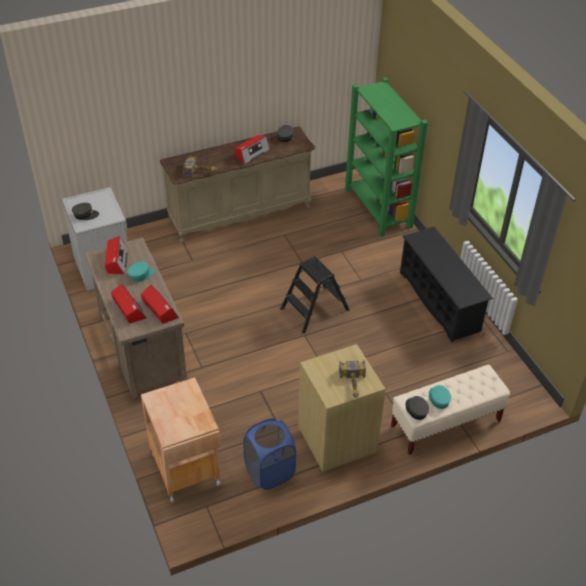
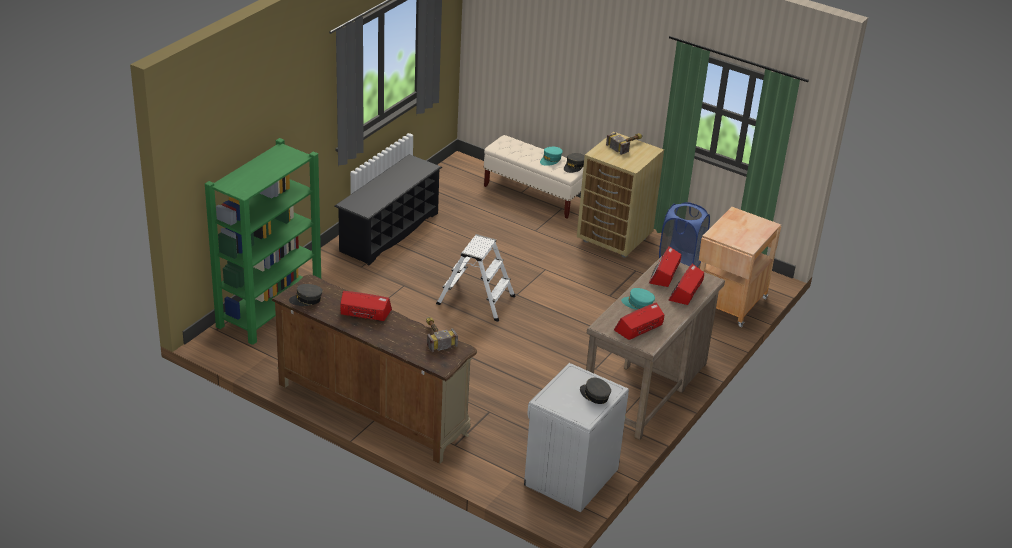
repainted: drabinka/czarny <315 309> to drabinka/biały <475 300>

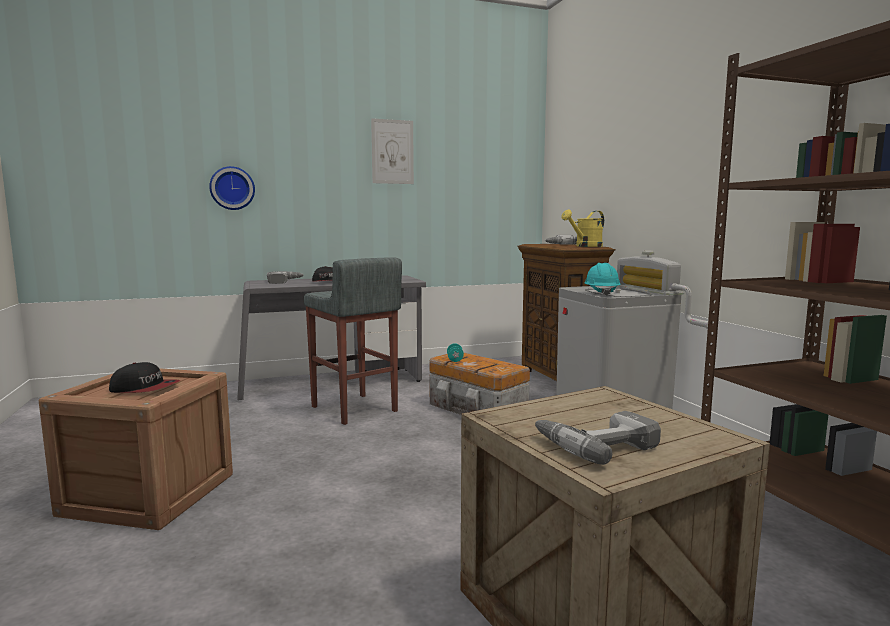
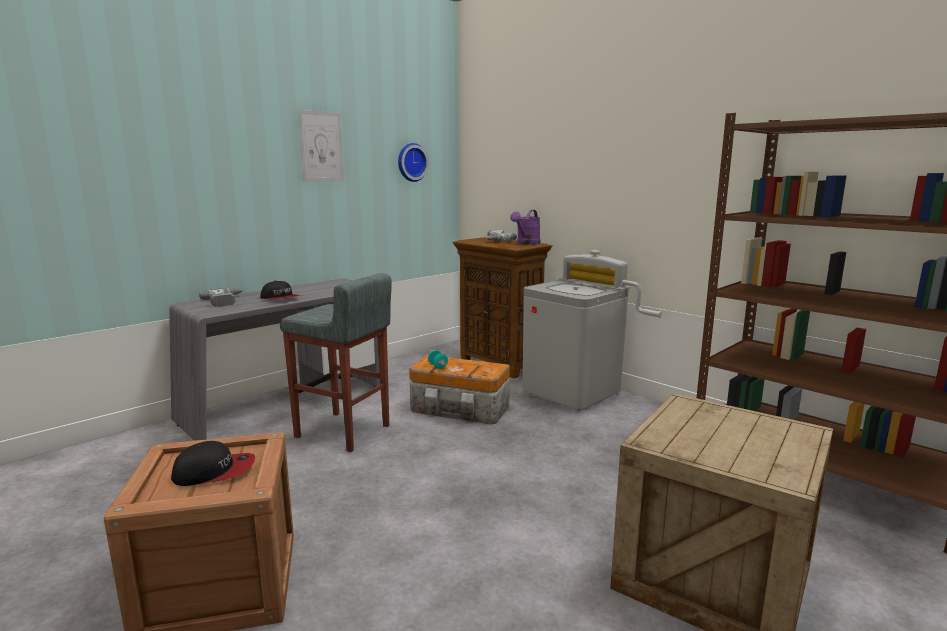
gone: wiertarka <595 444>; kask/turkusowy <601 293>
shifted: zegar ścienny <232 188> to <411 162>
repainted: konewka/żółty <585 246> to konewka/fioletowy <526 243>

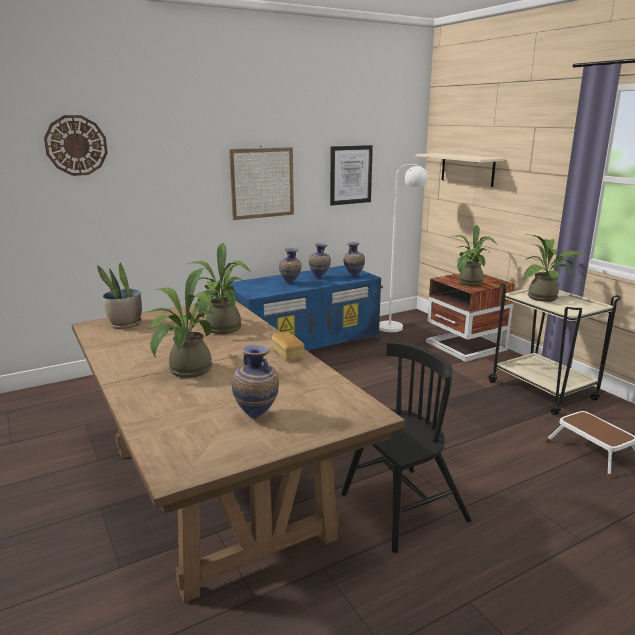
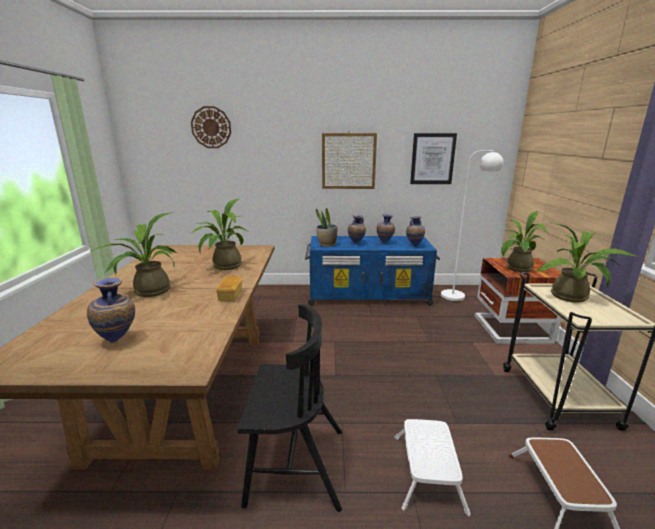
gone: półka/beżowy <467 169>
new: drabinka/biały <427 471>
shifted: roślina doniczkowa <125 324> to <327 244>

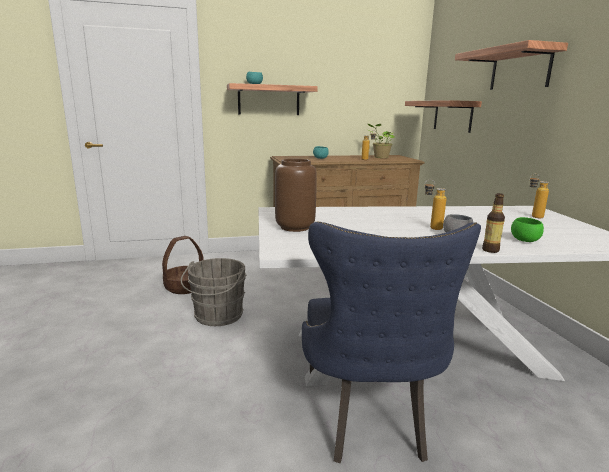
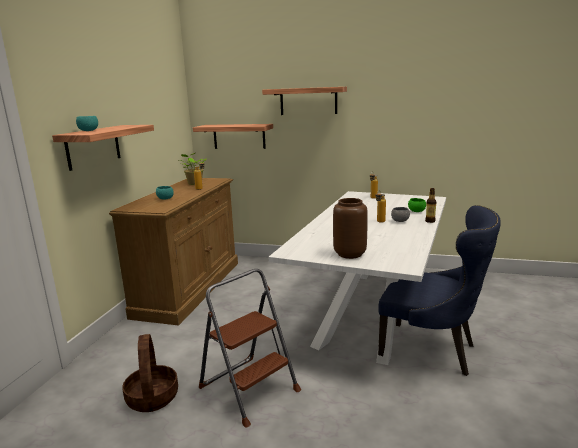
swapped: wiadro/szary <217 316> to drabinka/brązowy <247 386>

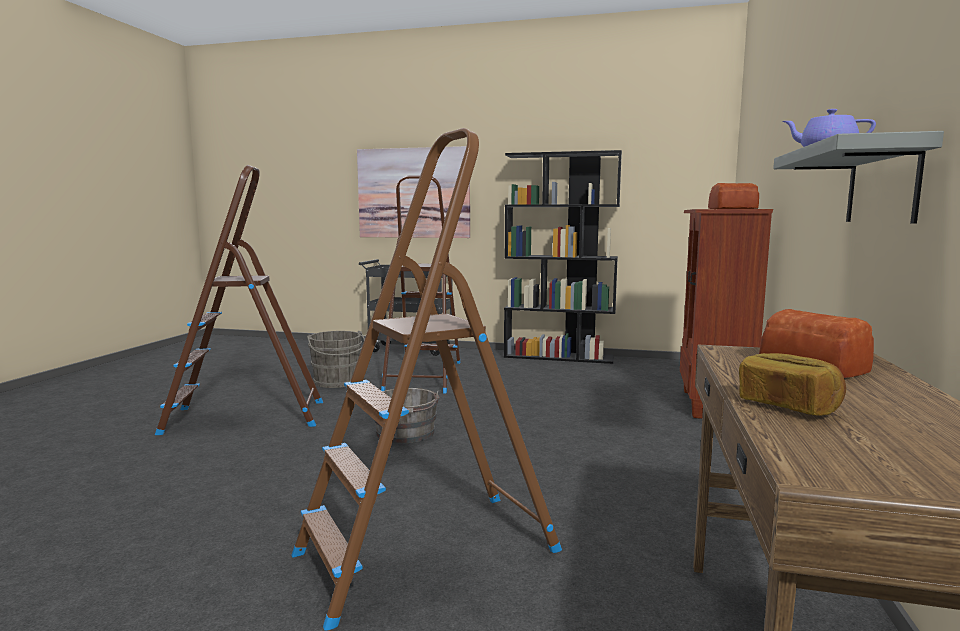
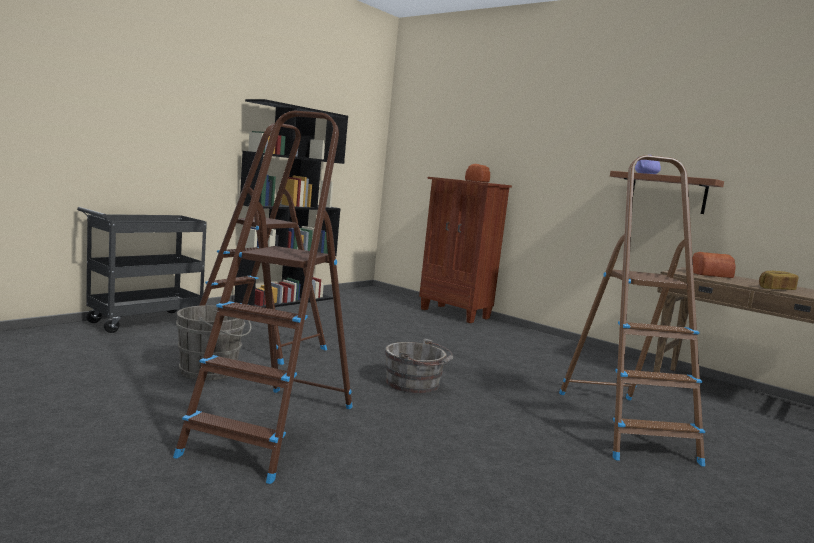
gone: obraz <413 193>
repainted: półka/szary <882 184> to półka/brązowy <667 193>

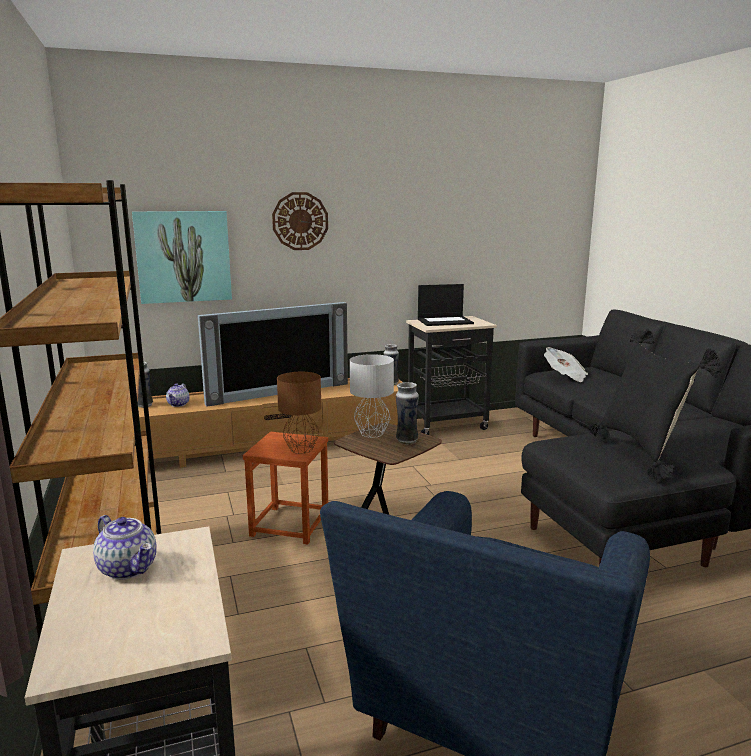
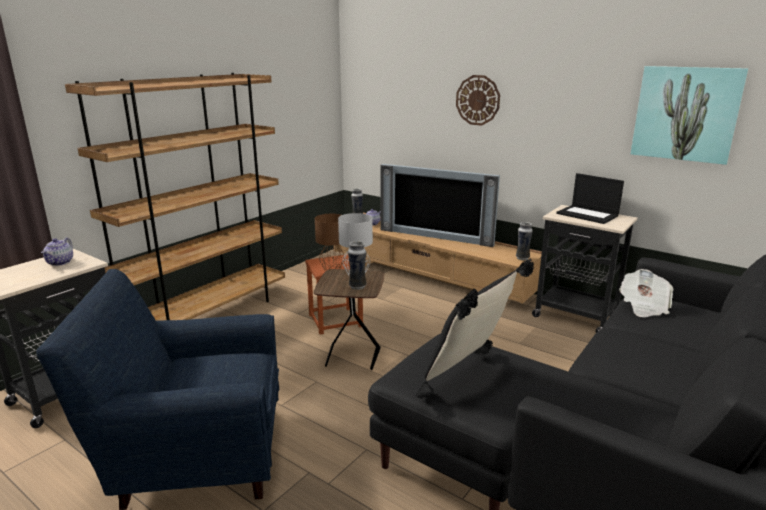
shifted: obraz <183 256> to <685 114>

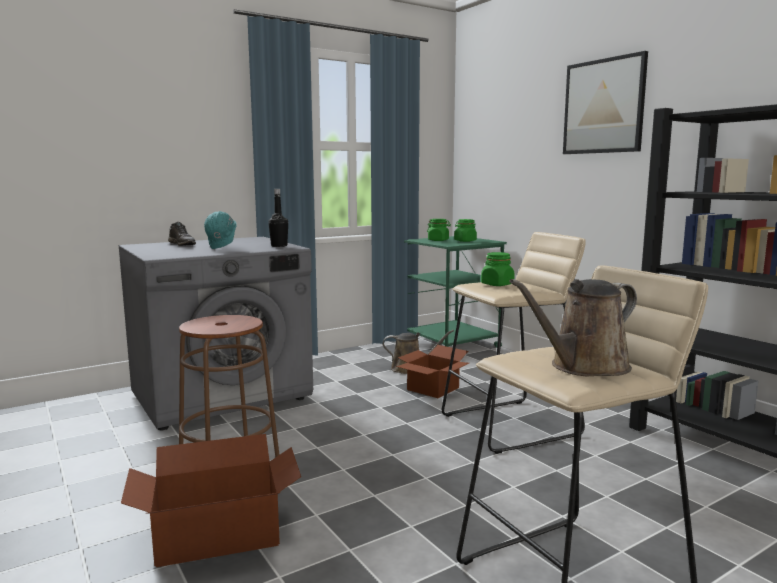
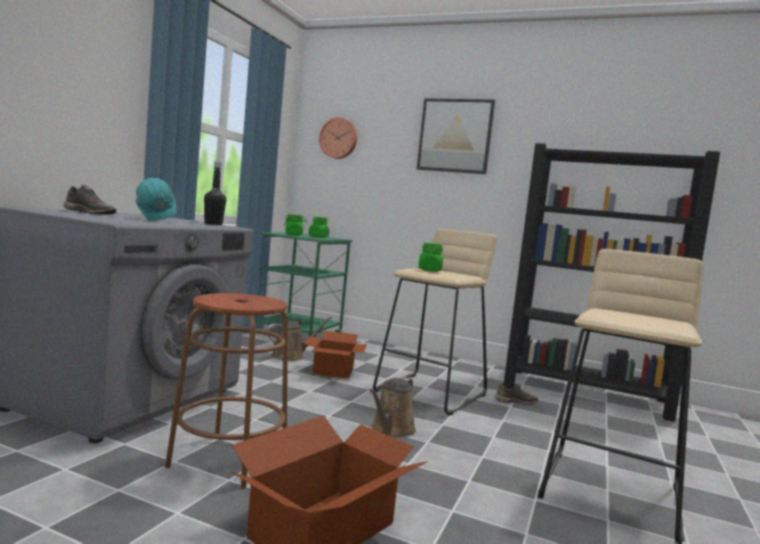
new: zegar ścienny <339 138>; but/szary <515 401>
shifted: konewka/brązowy <584 367> to <391 430>

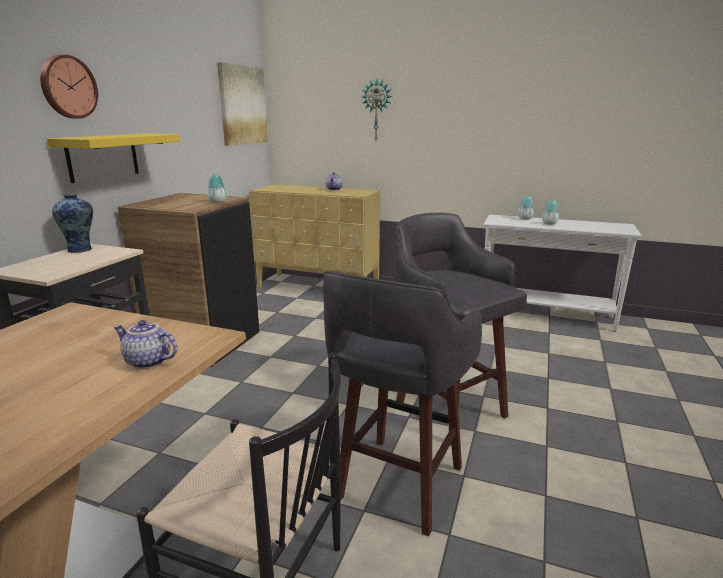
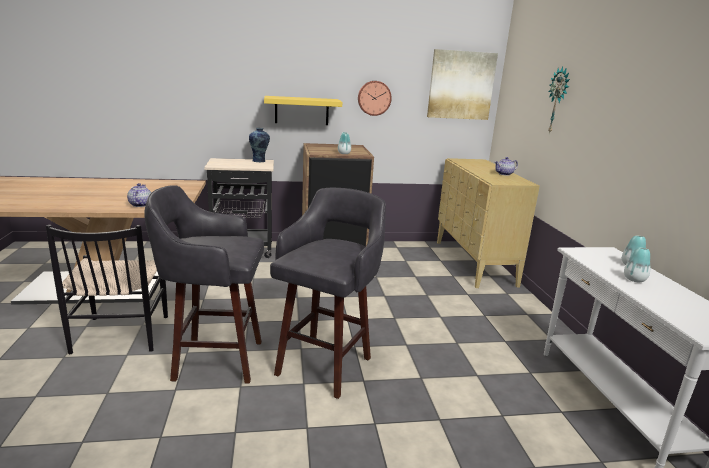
shifted: zegar ścienny <67 87> to <374 98>

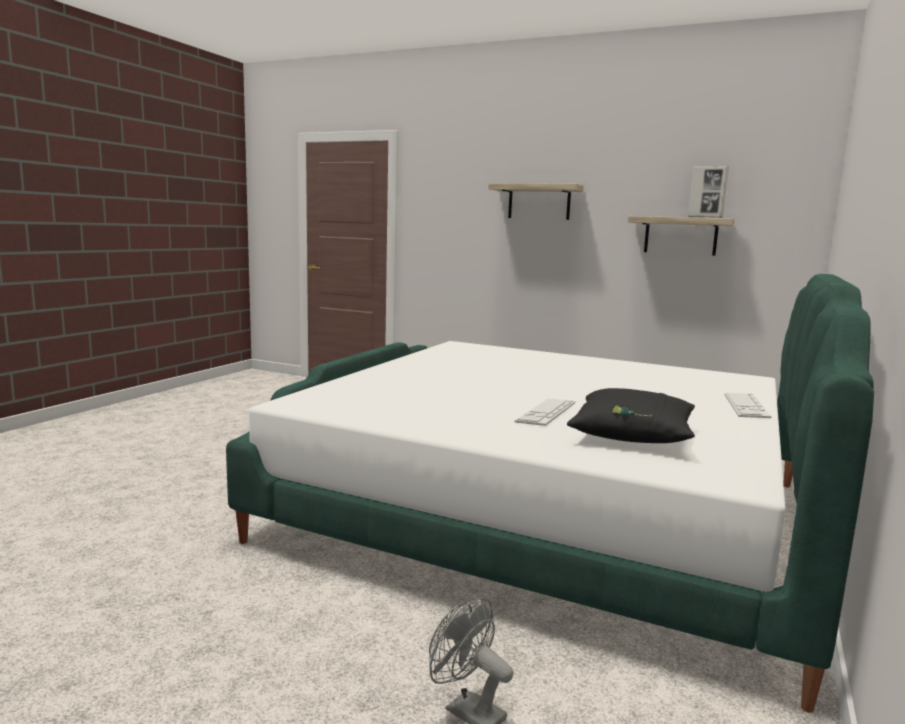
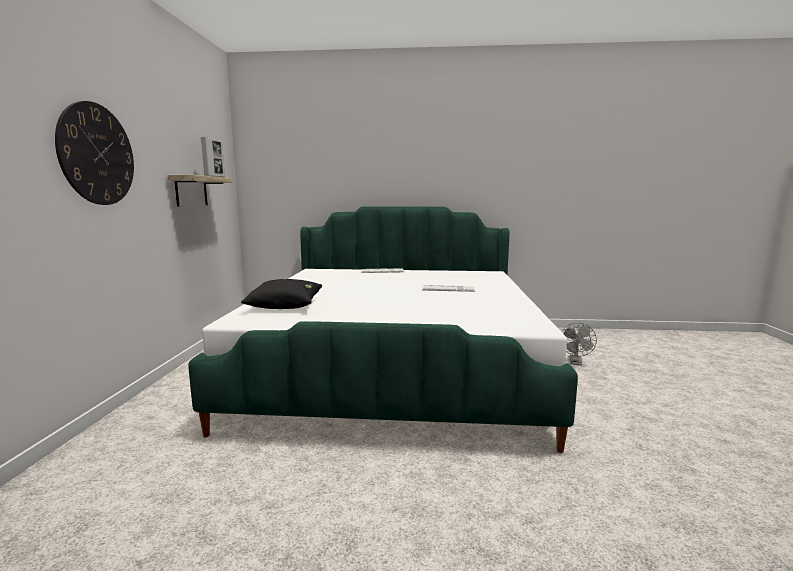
shifted: poduszka/czarny <631 436> to <285 306>
swapped: półka <539 202> to zegar ścienny <97 154>

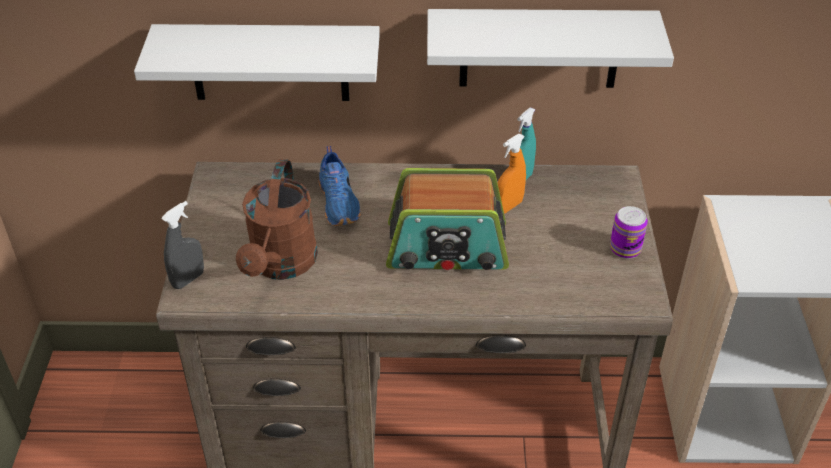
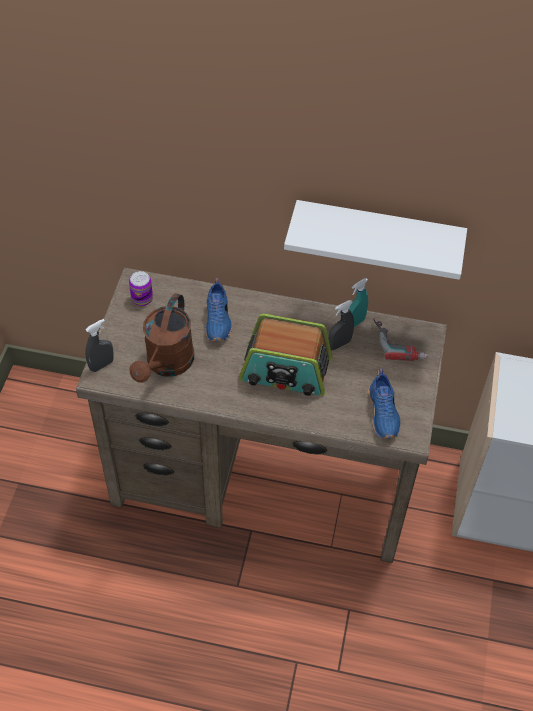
gone: półka/biały <269 62>
new: but/niebieski <384 413>; wiertarka <399 341>
shifted: puszka <625 249> to <142 298>
repainted: spryskiwacz/pomarańczowy <508 206> to spryskiwacz/szary <339 344>

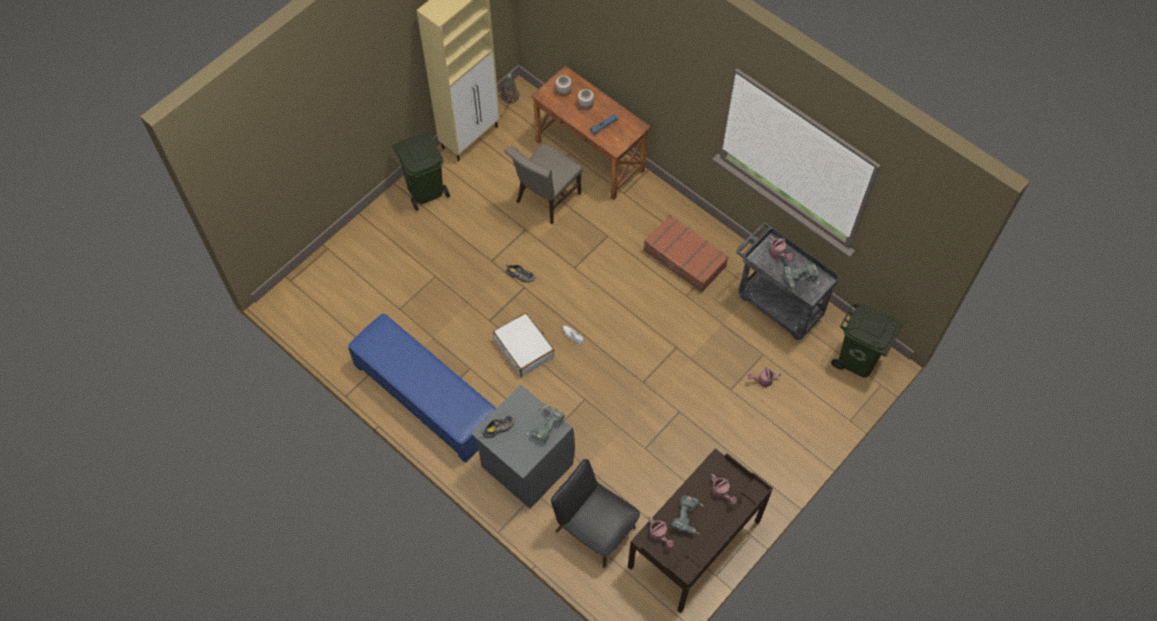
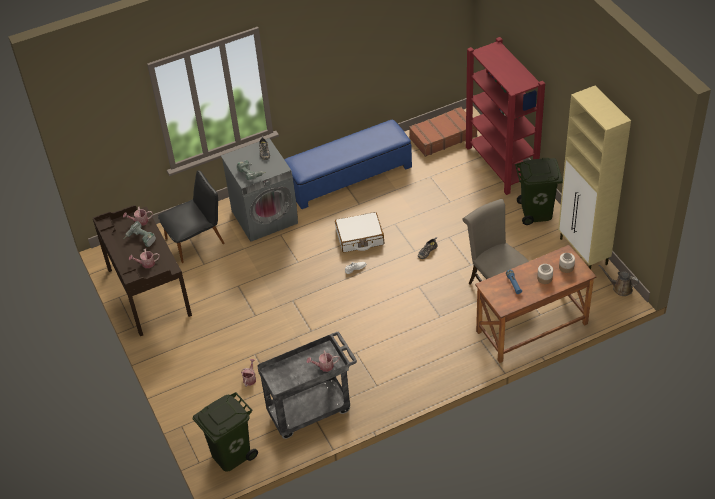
gone: wiertarka <800 280>
new: regał/czerwony <501 164>
shifted: walizka/brązowy <684 259> to <442 137>

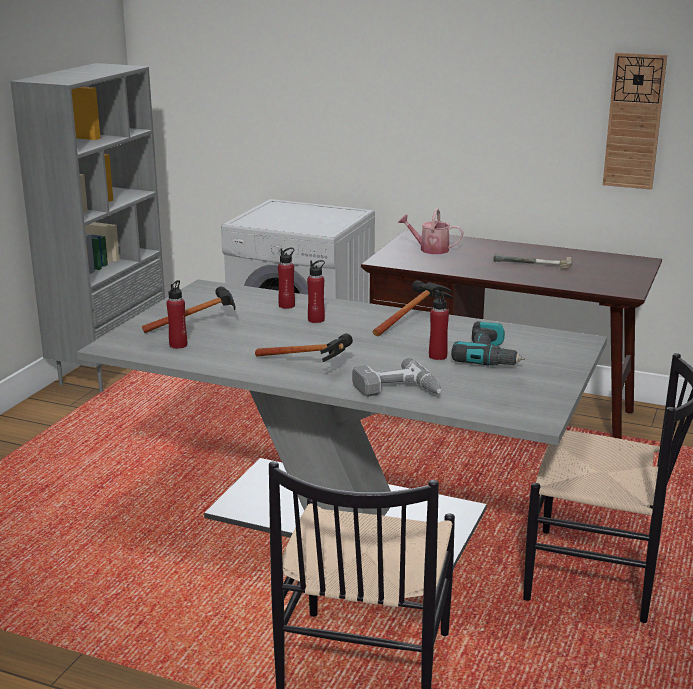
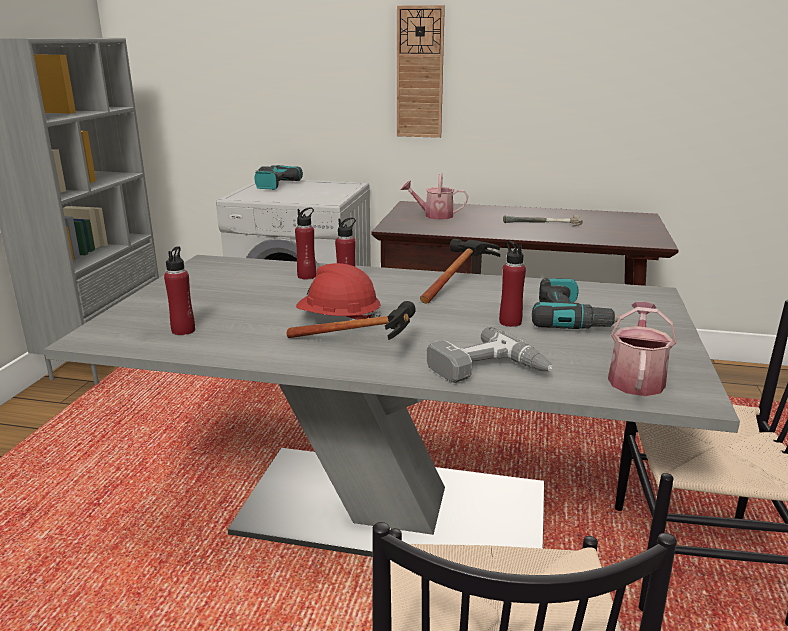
gone: młotek <201 325>
new: wiertarka <272 184>; kask/czerwony <339 320>; konewka <636 378>
shifted: zegar ścienny <634 121> to <420 73>

